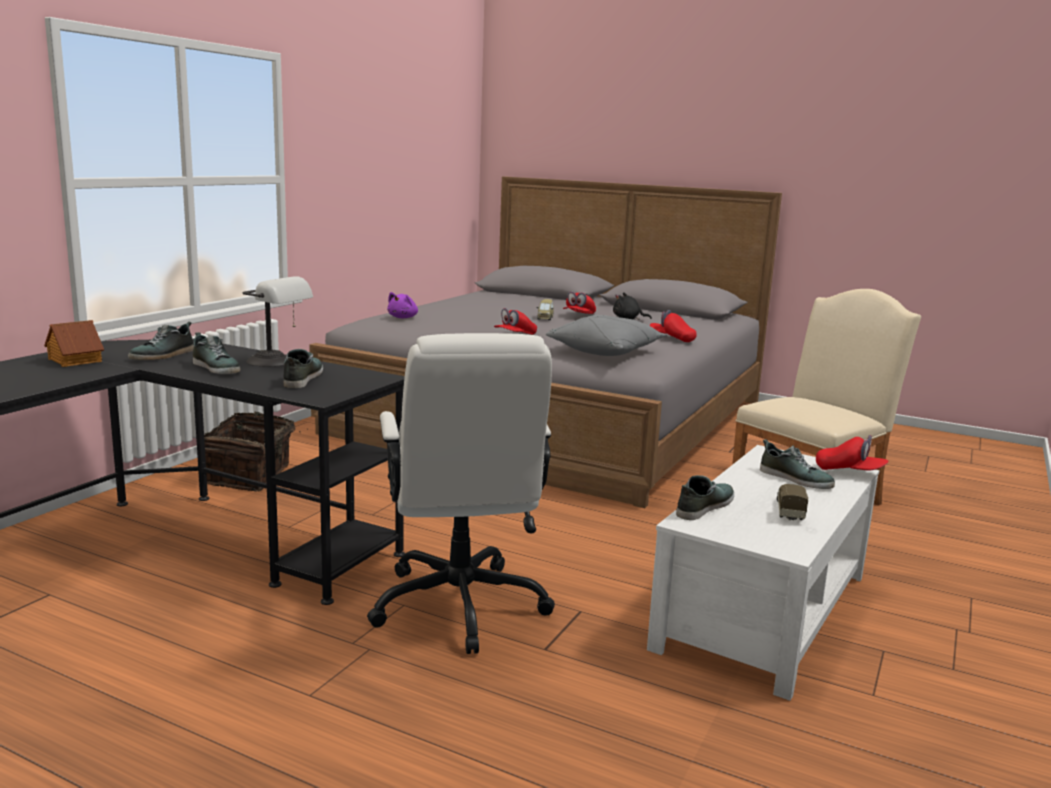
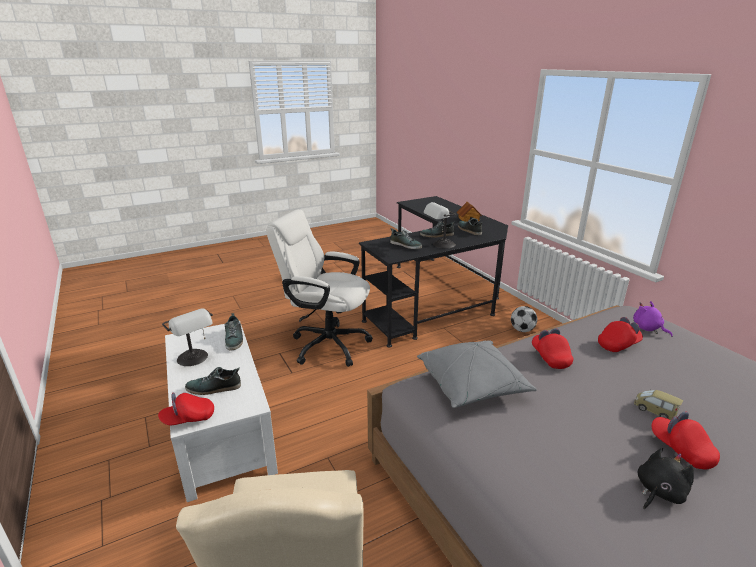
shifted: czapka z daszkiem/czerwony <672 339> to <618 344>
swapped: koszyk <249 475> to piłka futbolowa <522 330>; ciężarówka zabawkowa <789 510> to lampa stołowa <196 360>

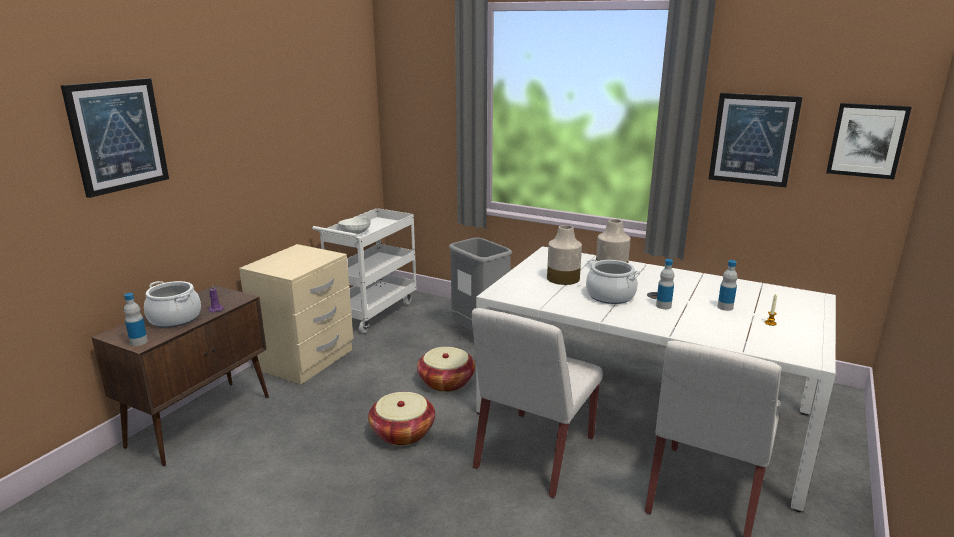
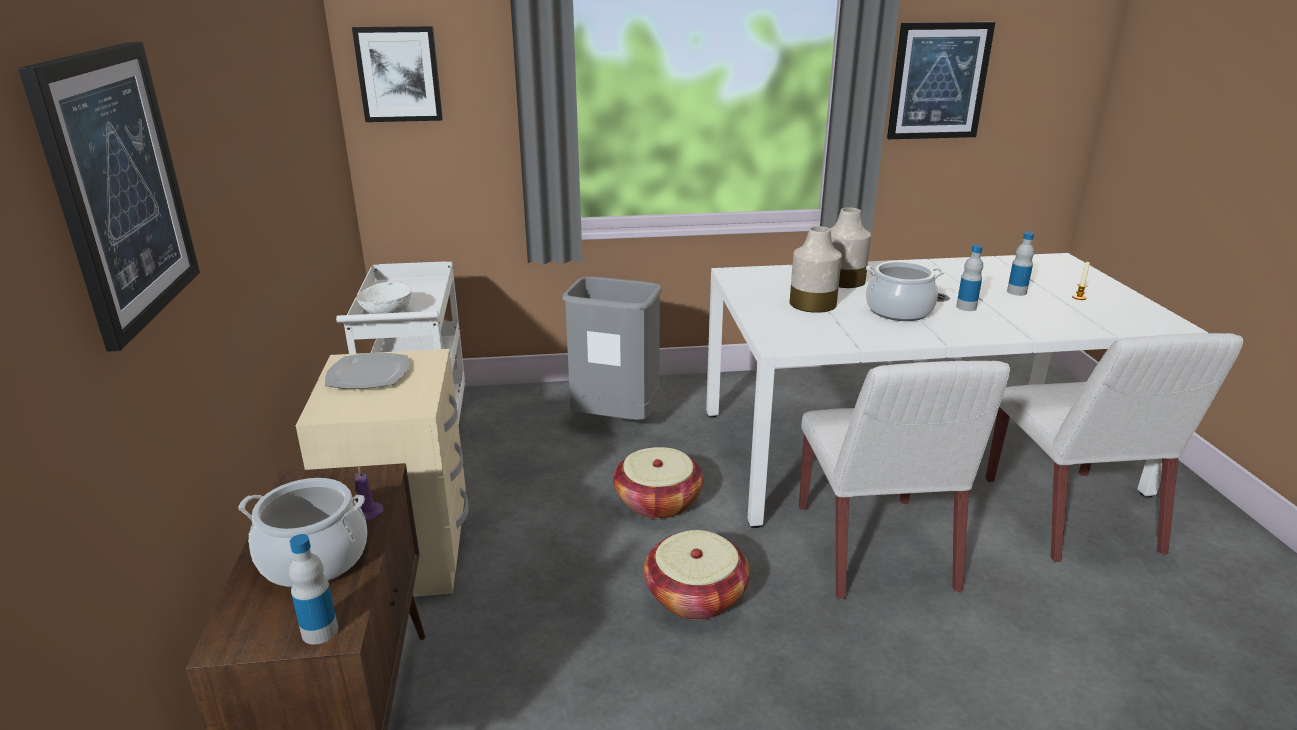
new: talerz <367 375>
shifted: obraz <867 140> to <399 74>

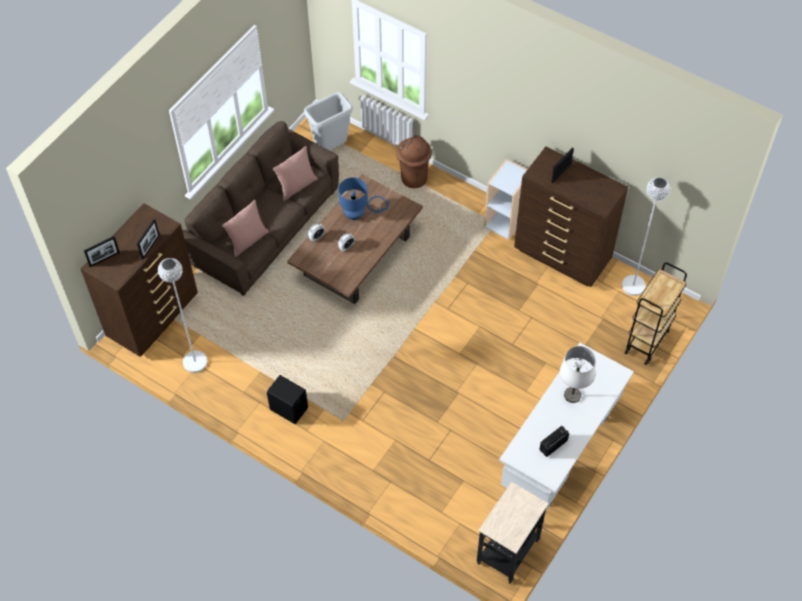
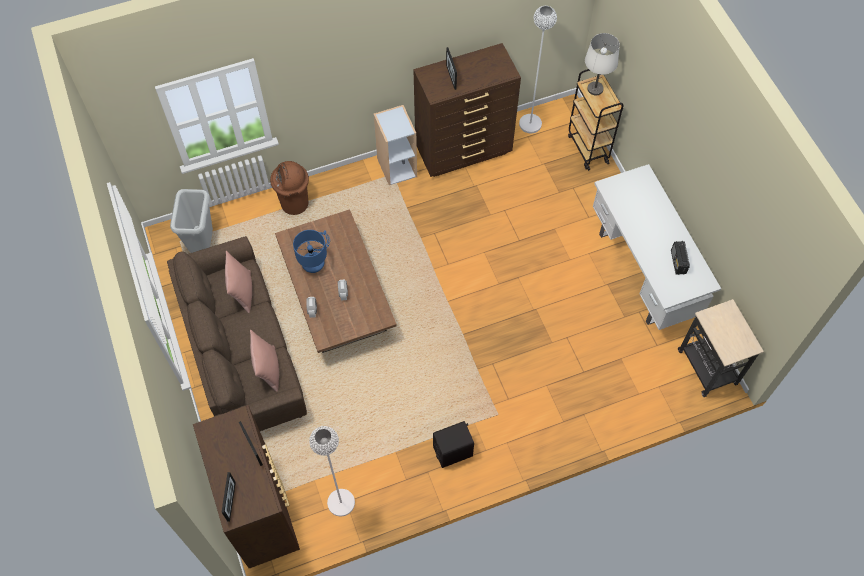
shifted: lampa stołowa/biały <572 395> to <595 89>

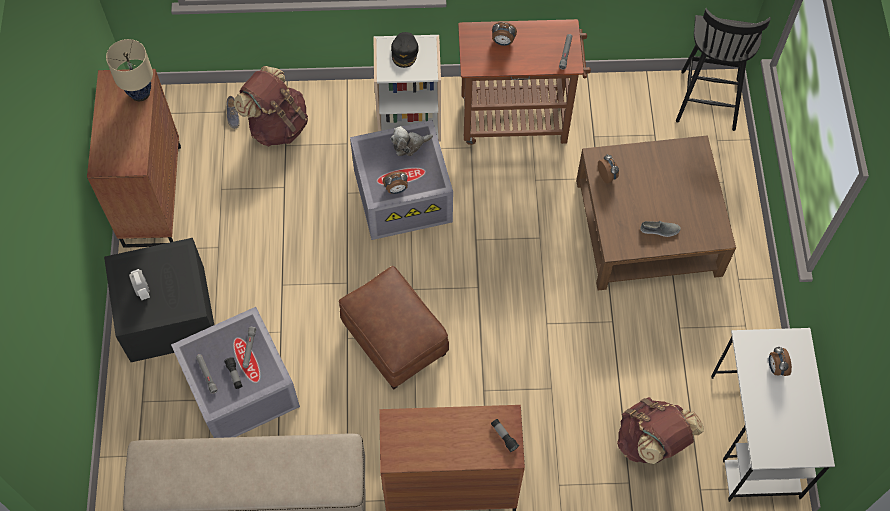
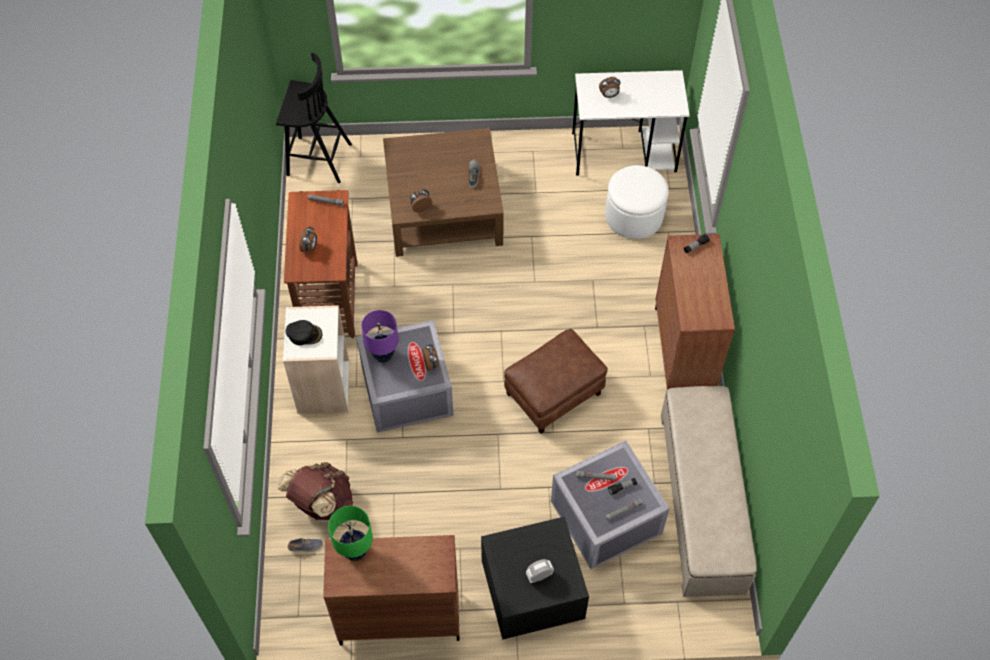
swapped: pluszak <409 145> to lampa stołowa/fioletowy <383 354>; plecak/brązowy <651 442> to pufa/biały <634 216>
repainted: lampa stołowa/beżowy <140 93> to lampa stołowa/zielony <355 551>

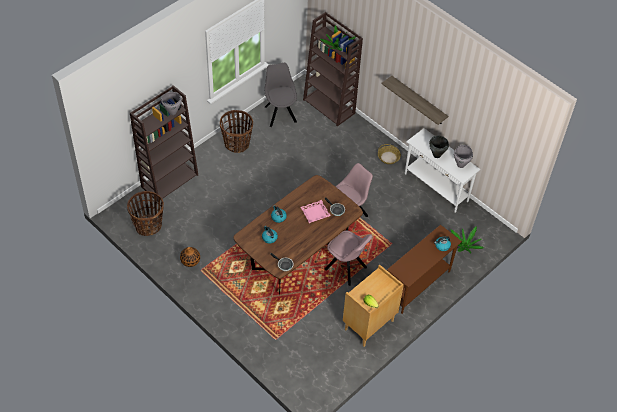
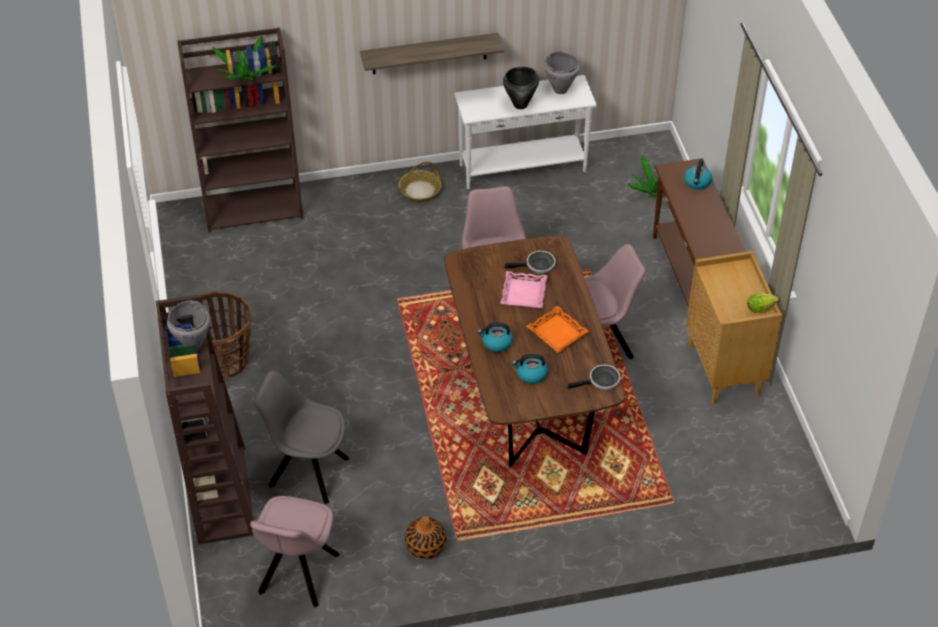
new: taca/pomarańczowy <557 332>
shifted: krzesło/szary <280 114> to <308 472>
swapped: koszyk <148 225> to krzesło/różowy <298 574>

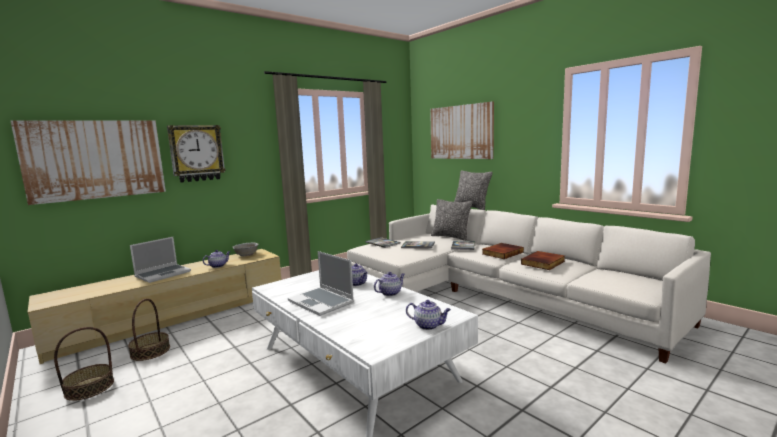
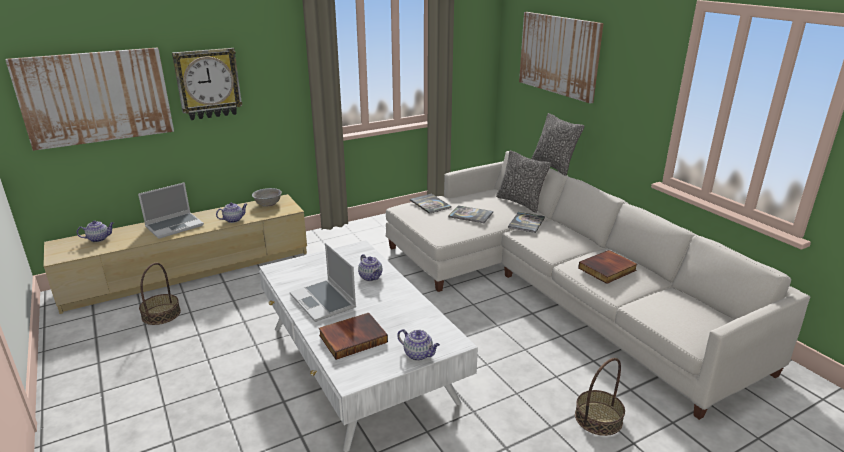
shifted: koszyk <89 388> to <598 418>; imbryk <390 293> to <99 239>; książka <502 253> to <353 338>

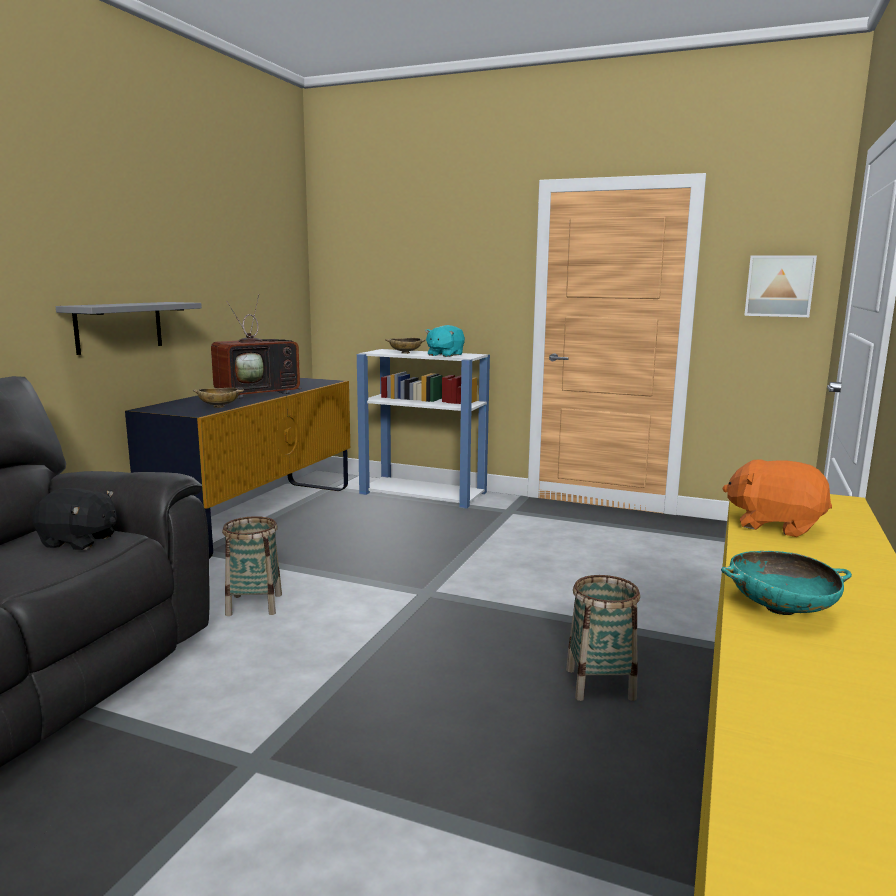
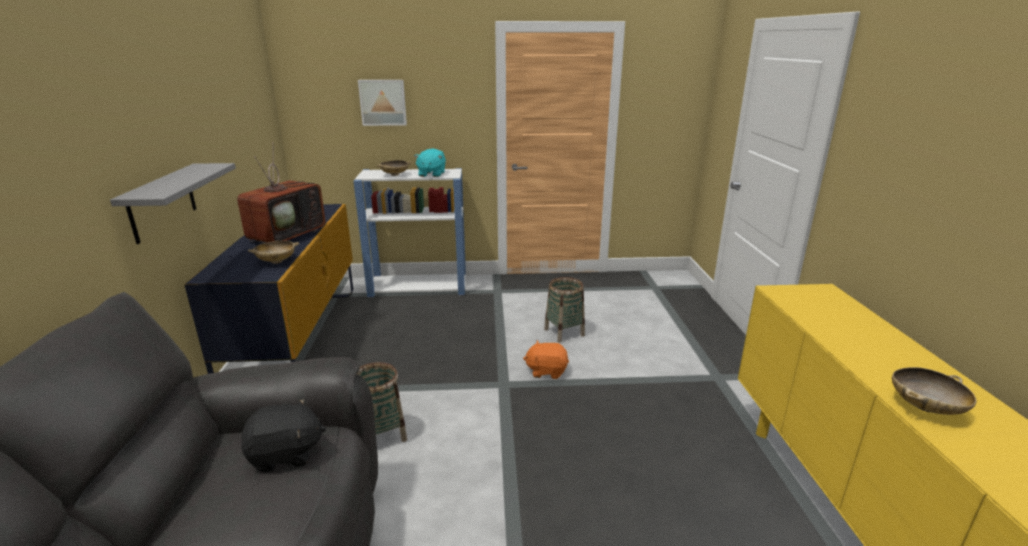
shifted: koszyk <599 684> to <564 332>; pluszak/pomarańczowy <775 525> to <546 371>; obraz <779 286> to <383 102>
repainted: miska/turkusowy <780 610> to miska/beżowy <925 407>

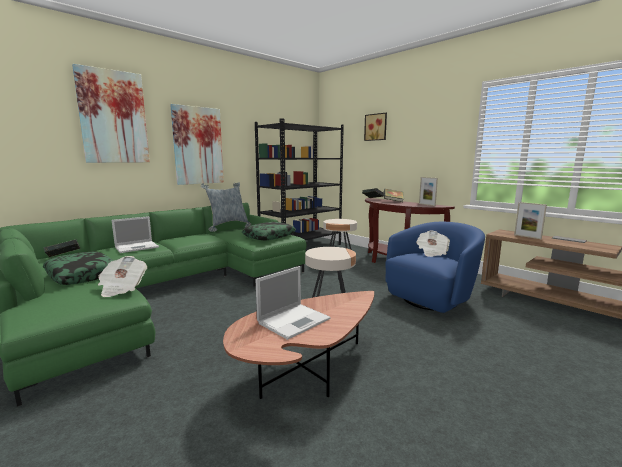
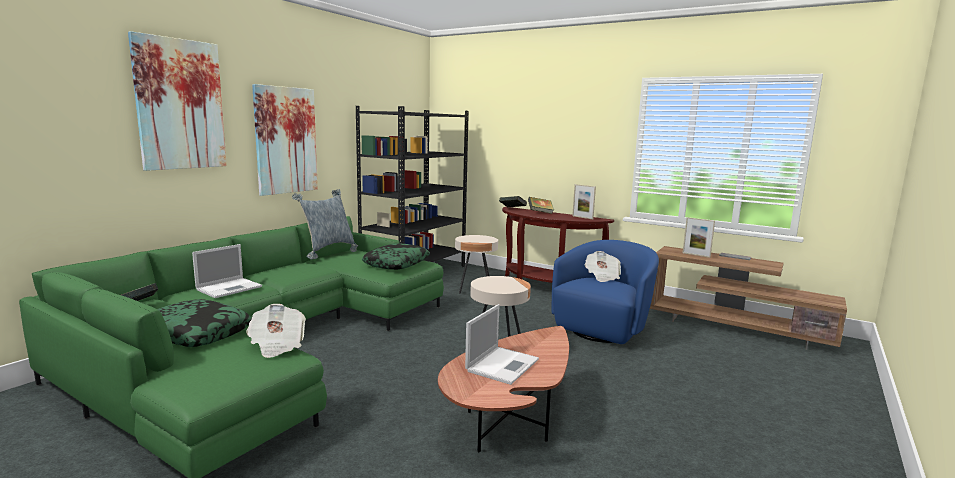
gone: obraz <376 127>

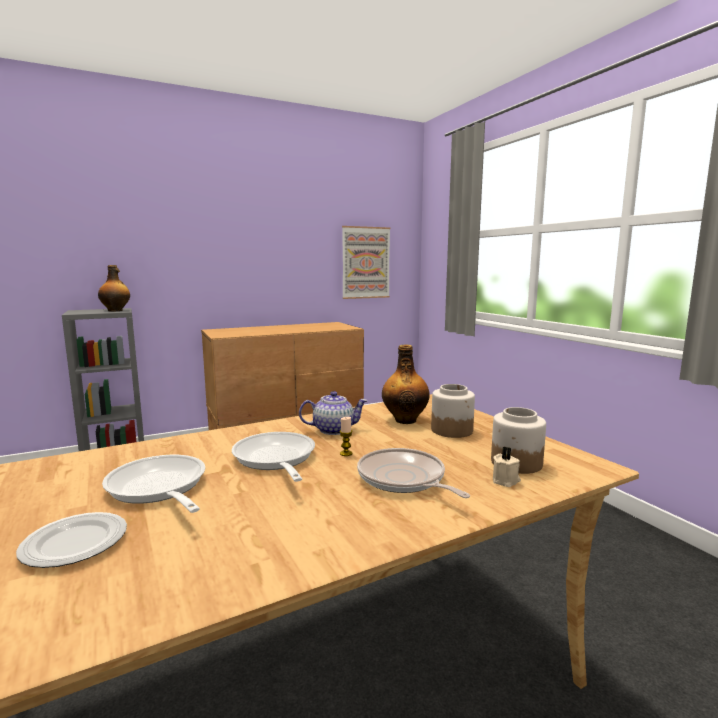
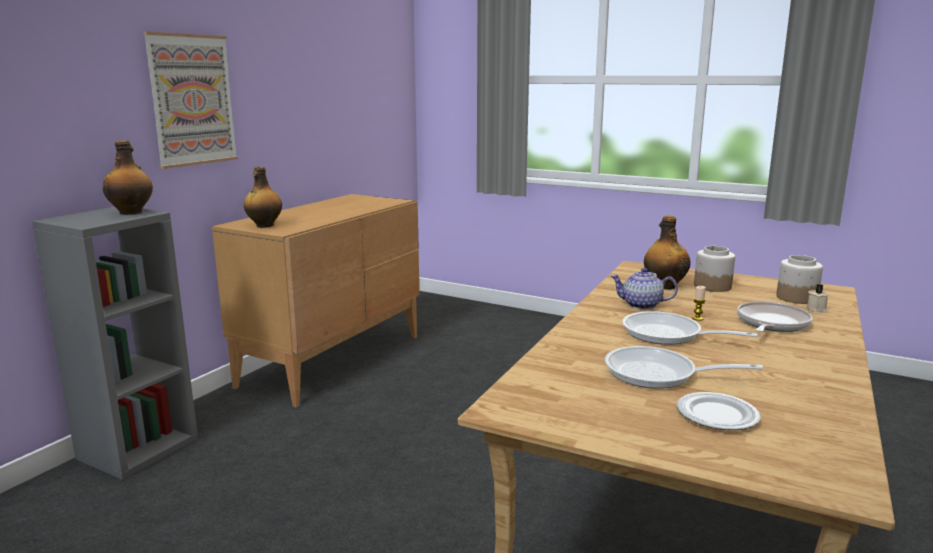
new: butelka <264 225>
shifted: obraz <365 262> to <192 100>
rotated: imbryk <334 430> = <641 305> 120 degrees counterclockwise; patelnia <404 479> = <771 324> 105 degrees clockwise

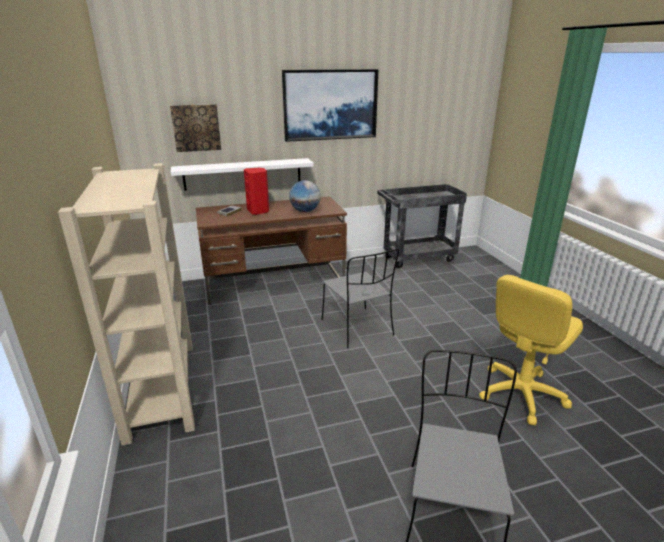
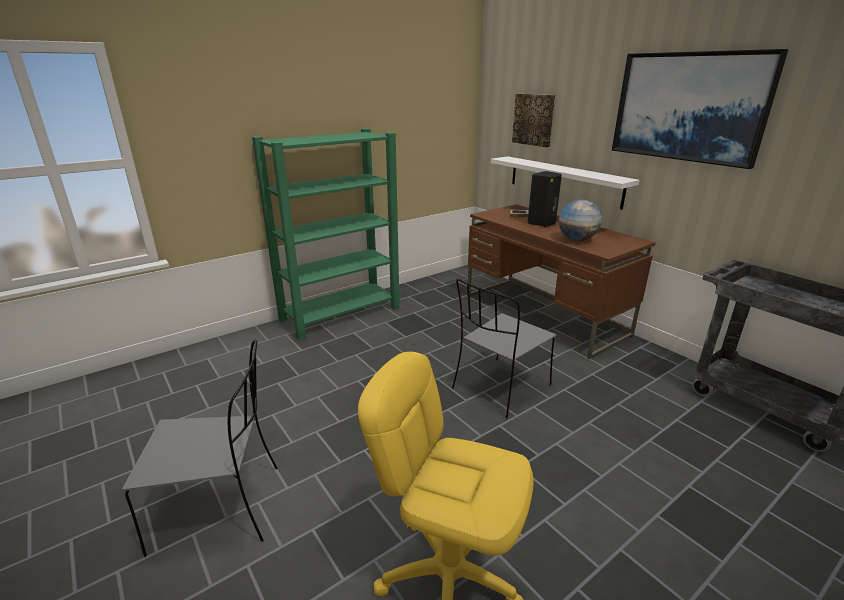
repainted: regał/beżowy <161 389> to regał/zielony <340 313>; głośnik/czerwony <258 211> to głośnik/czarny <542 223>

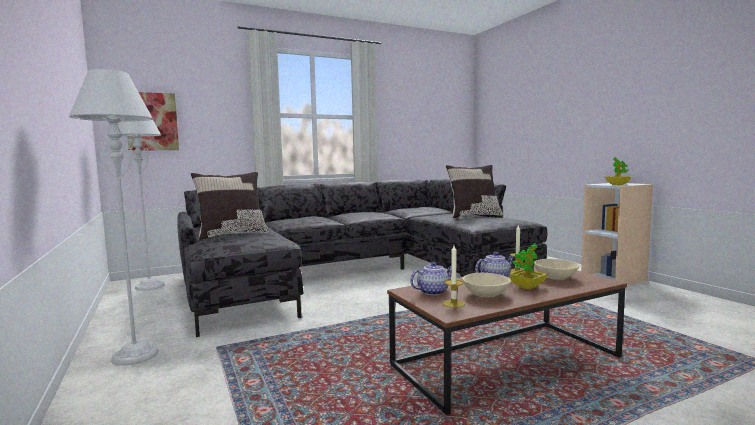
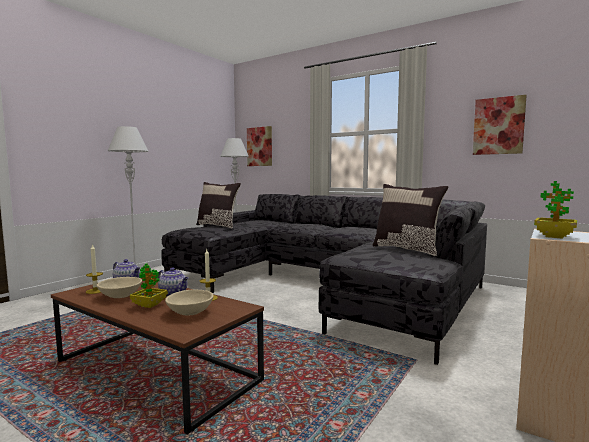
new: obraz <498 126>

